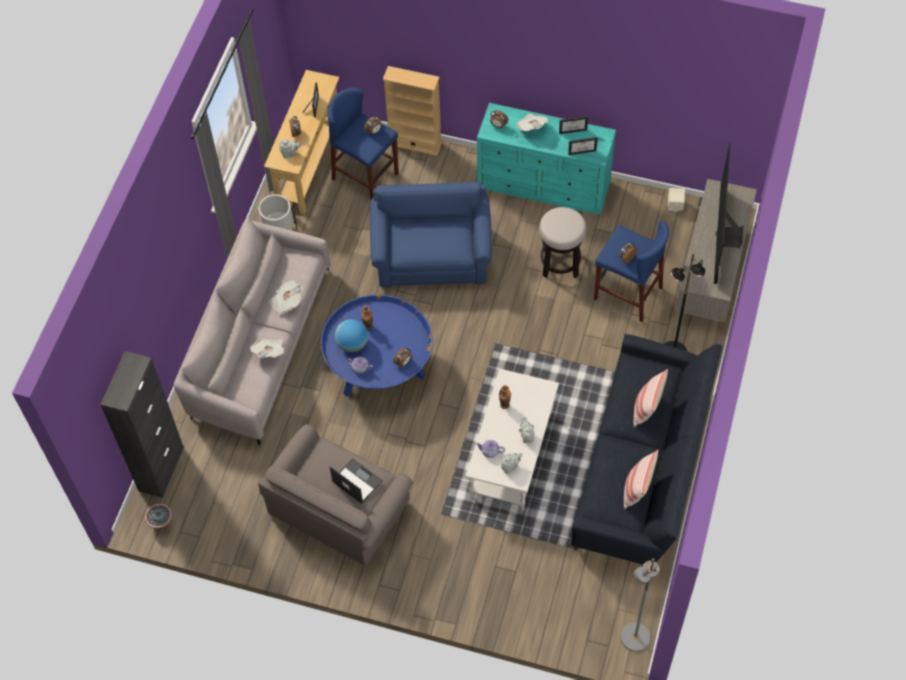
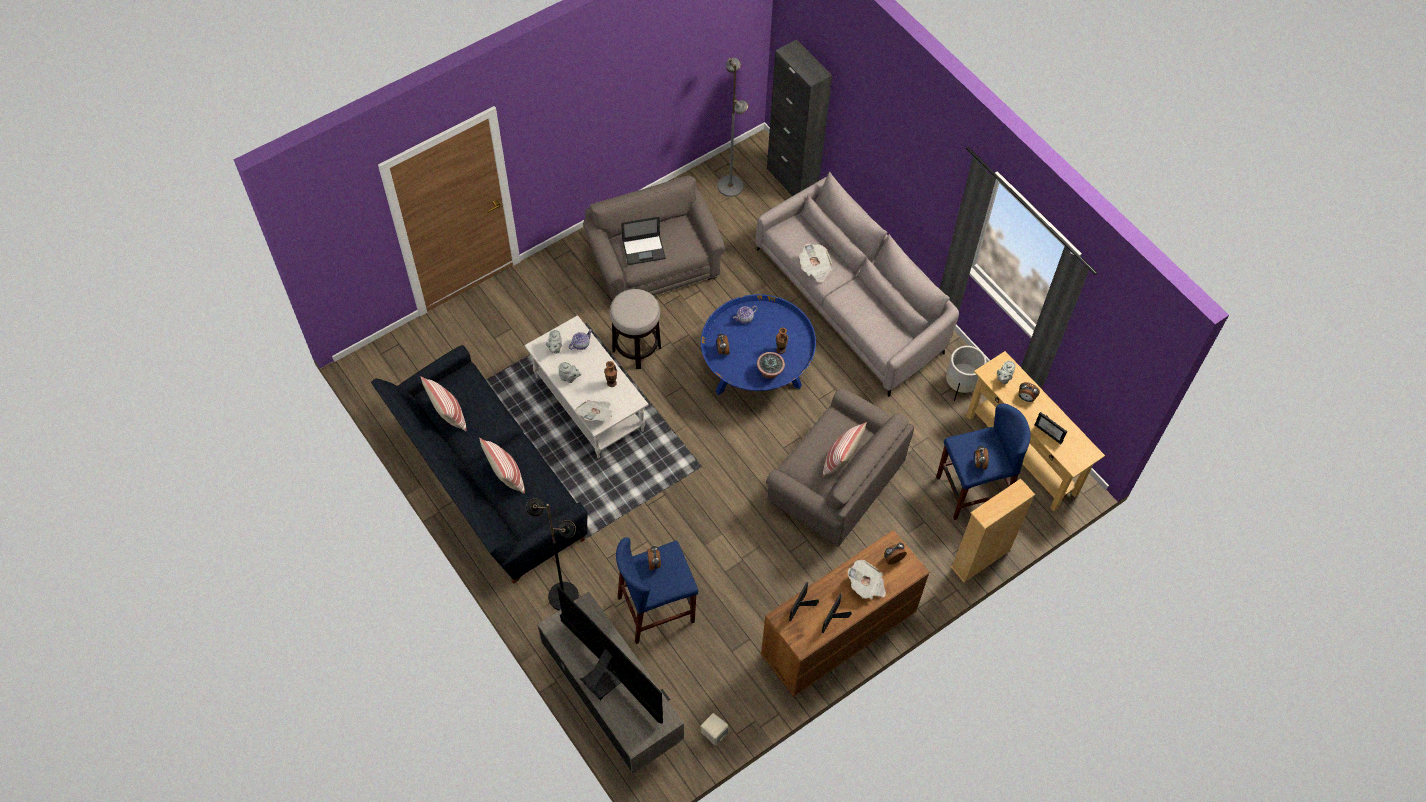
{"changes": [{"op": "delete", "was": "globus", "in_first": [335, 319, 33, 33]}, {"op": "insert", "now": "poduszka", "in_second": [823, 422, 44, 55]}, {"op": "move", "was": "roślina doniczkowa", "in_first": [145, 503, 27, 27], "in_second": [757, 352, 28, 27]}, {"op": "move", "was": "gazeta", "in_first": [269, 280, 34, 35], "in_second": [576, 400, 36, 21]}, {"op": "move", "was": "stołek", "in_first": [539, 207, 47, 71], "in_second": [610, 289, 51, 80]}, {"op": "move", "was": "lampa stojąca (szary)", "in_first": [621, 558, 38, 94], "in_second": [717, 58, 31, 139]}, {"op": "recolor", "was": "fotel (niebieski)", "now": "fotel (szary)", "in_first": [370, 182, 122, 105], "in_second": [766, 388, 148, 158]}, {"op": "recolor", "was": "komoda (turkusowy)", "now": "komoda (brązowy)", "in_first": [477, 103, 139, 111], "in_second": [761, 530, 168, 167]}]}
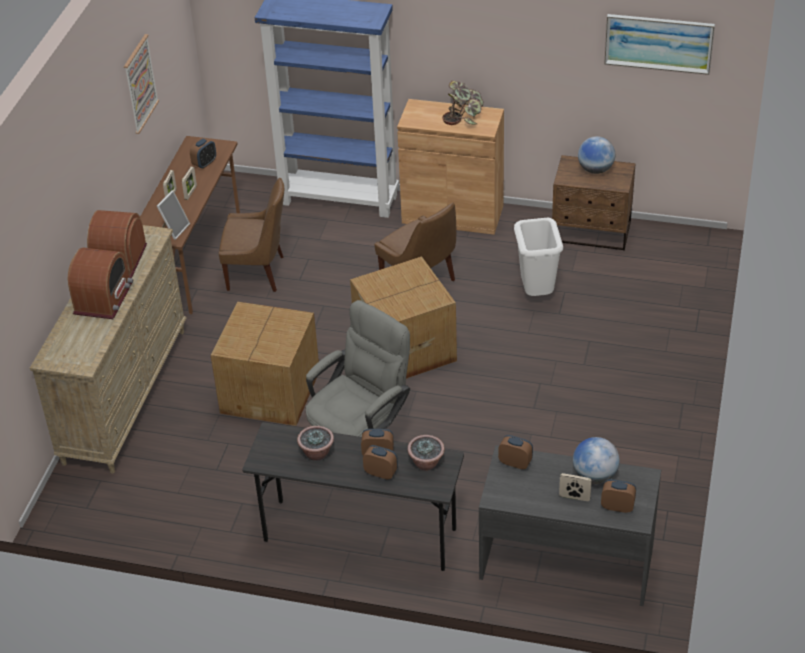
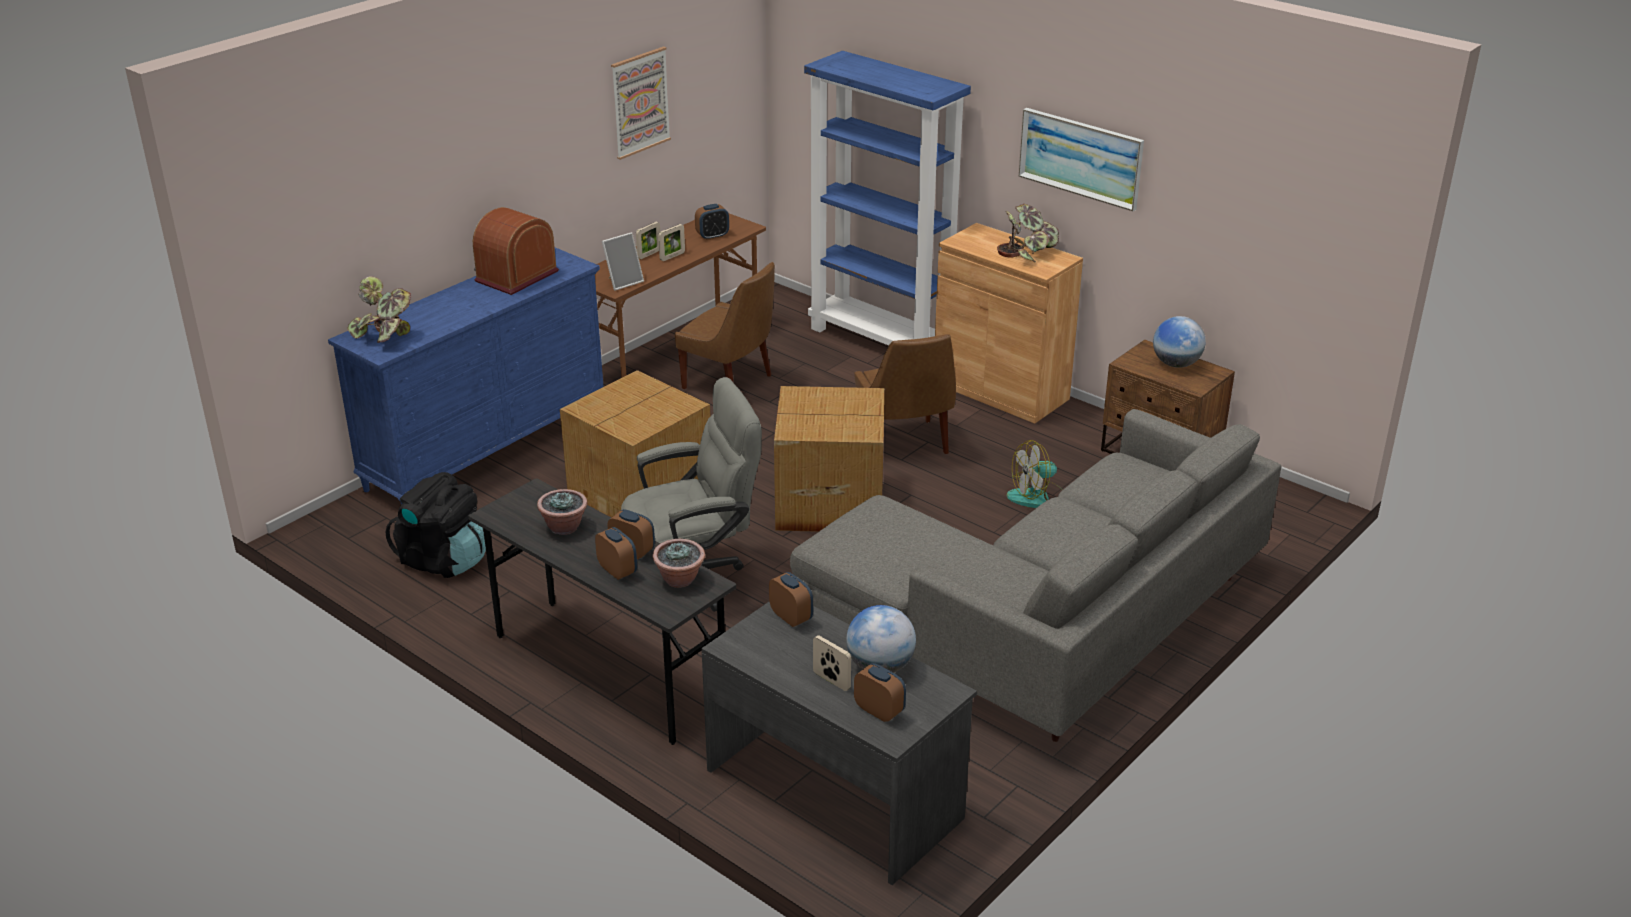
{"changes": [{"op": "delete", "was": "radio", "in_first": [68, 247, 65, 72]}, {"op": "insert", "now": "roślina doniczkowa", "in_second": [348, 276, 63, 67]}, {"op": "insert", "now": "plecak (czarny)", "in_second": [386, 472, 100, 106]}, {"op": "insert", "now": "kanapa (szary)", "in_second": [790, 409, 491, 333]}, {"op": "move", "was": "obraz", "in_first": [604, 14, 111, 61], "in_second": [1019, 108, 125, 103]}, {"op": "replace", "was": "kosz na śmieci (biały)", "now": "wentylator", "in_first": [514, 218, 49, 78], "in_second": [1007, 440, 56, 68]}, {"op": "recolor", "was": "komoda (beżowy)", "now": "komoda (niebieski)", "in_first": [30, 225, 157, 249], "in_second": [328, 248, 276, 257]}]}
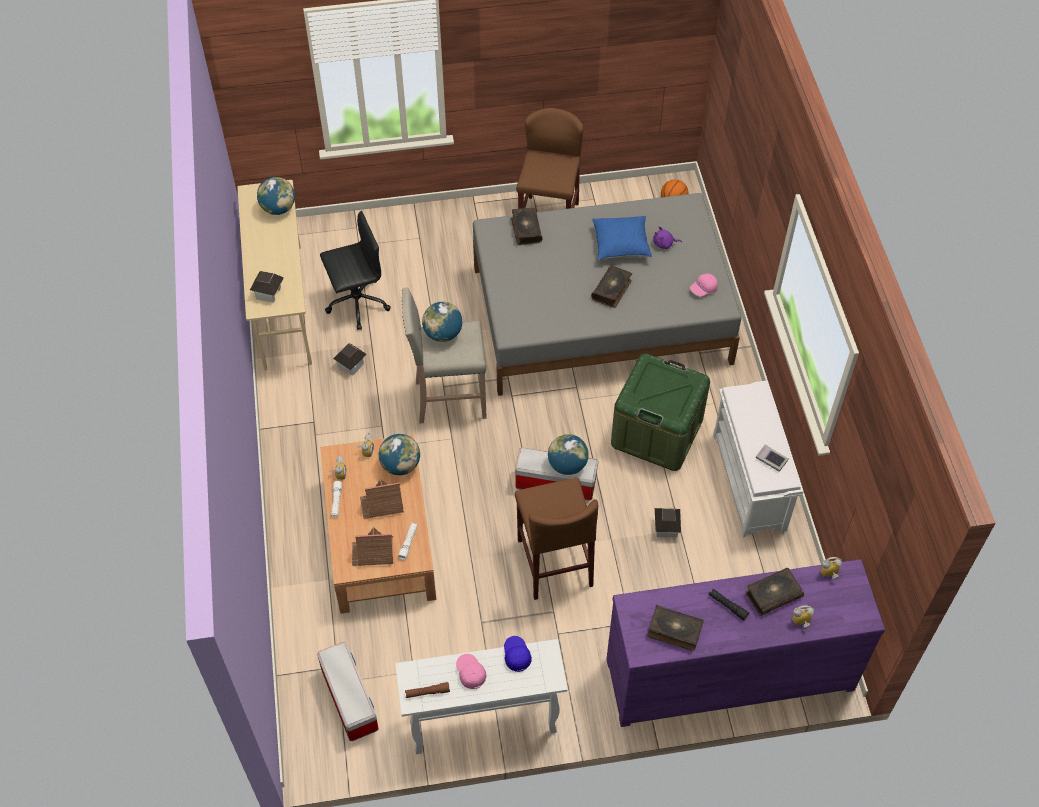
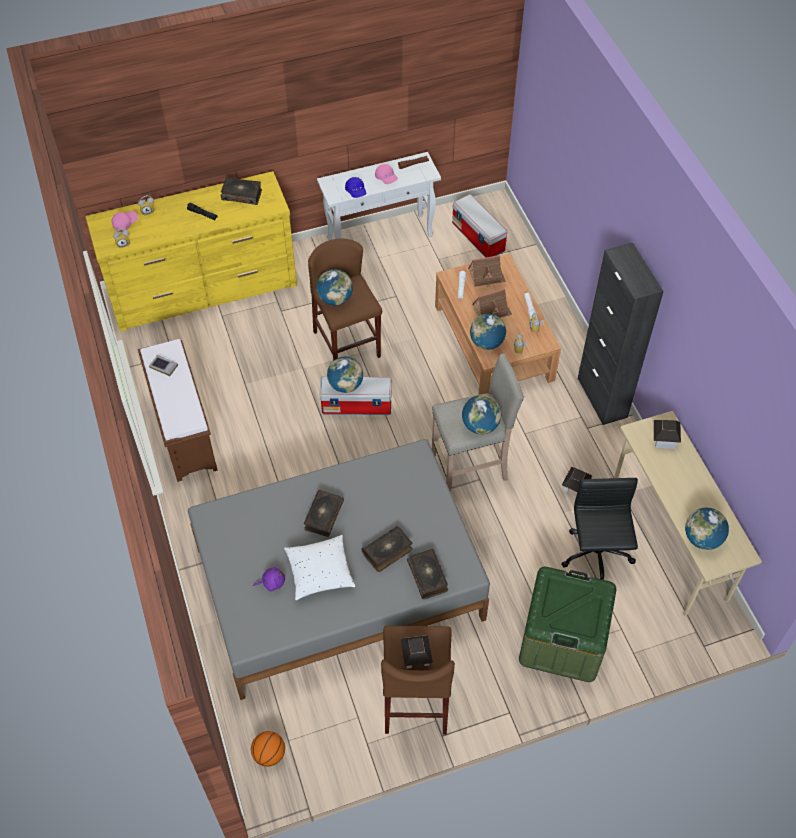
{"changes": [{"op": "insert", "now": "globus", "in_second": [317, 269, 36, 36]}, {"op": "insert", "now": "szafka (czarny)", "in_second": [577, 243, 87, 182]}, {"op": "move", "was": "pojemnik do przechowywania (zielony)", "in_first": [611, 353, 99, 118], "in_second": [519, 567, 98, 115]}, {"op": "move", "was": "domek", "in_first": [655, 508, 26, 29], "in_second": [400, 635, 33, 34]}, {"op": "move", "was": "czapka z daszkiem (różowy)", "in_first": [690, 273, 28, 24], "in_second": [112, 211, 26, 21]}, {"op": "move", "was": "książka", "in_first": [745, 568, 59, 48], "in_second": [362, 526, 51, 46]}, {"op": "recolor", "was": "poduszka (niebieski)", "now": "poduszka (biały)", "in_first": [592, 216, 60, 44], "in_second": [284, 535, 71, 65]}, {"op": "recolor", "was": "komoda (fioletowy)", "now": "komoda (żółty)", "in_first": [606, 559, 279, 168], "in_second": [85, 171, 212, 161]}, {"op": "recolor", "was": "ławka (biały)", "now": "ławka (brązowy)", "in_first": [713, 380, 91, 157], "in_second": [138, 339, 80, 143]}, {"op": "rotate", "was": "krzesło biurowe (czarny)", "in_first": [320, 211, 71, 119], "in_second": [561, 478, 77, 102], "clockwise": 120}]}
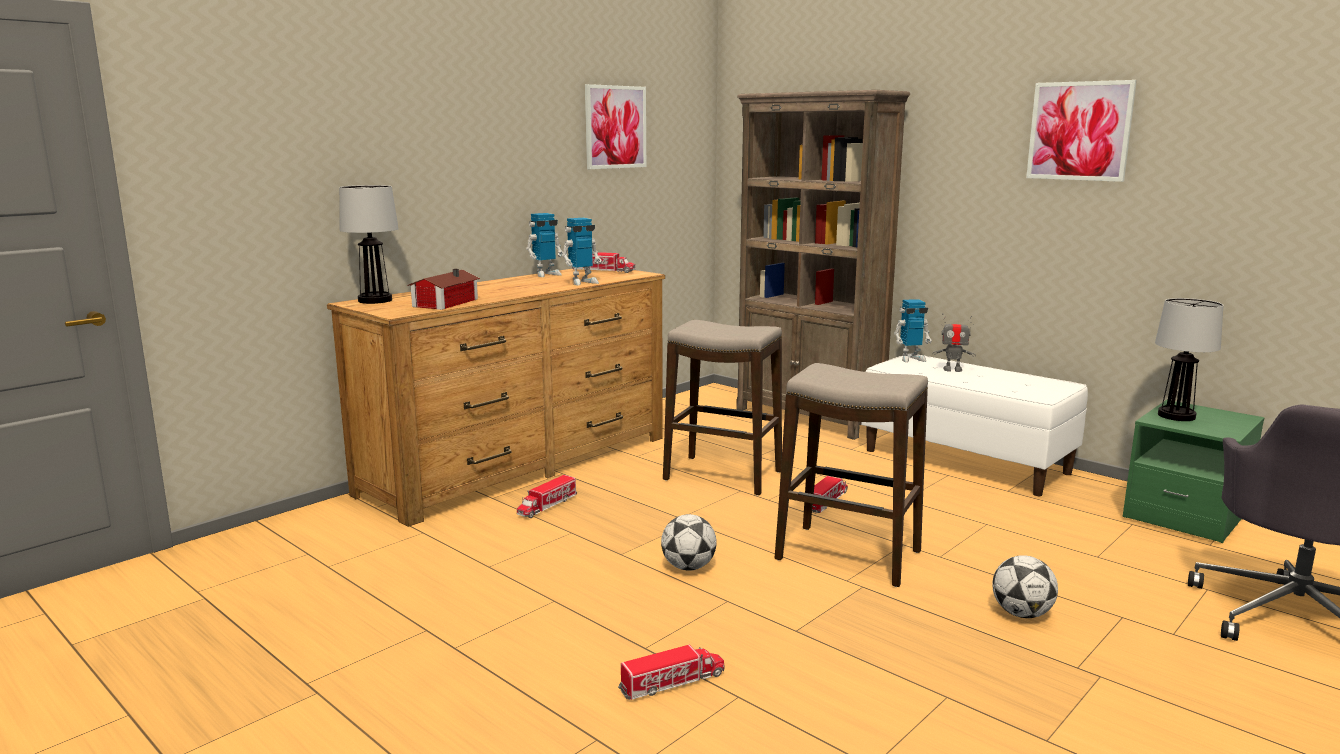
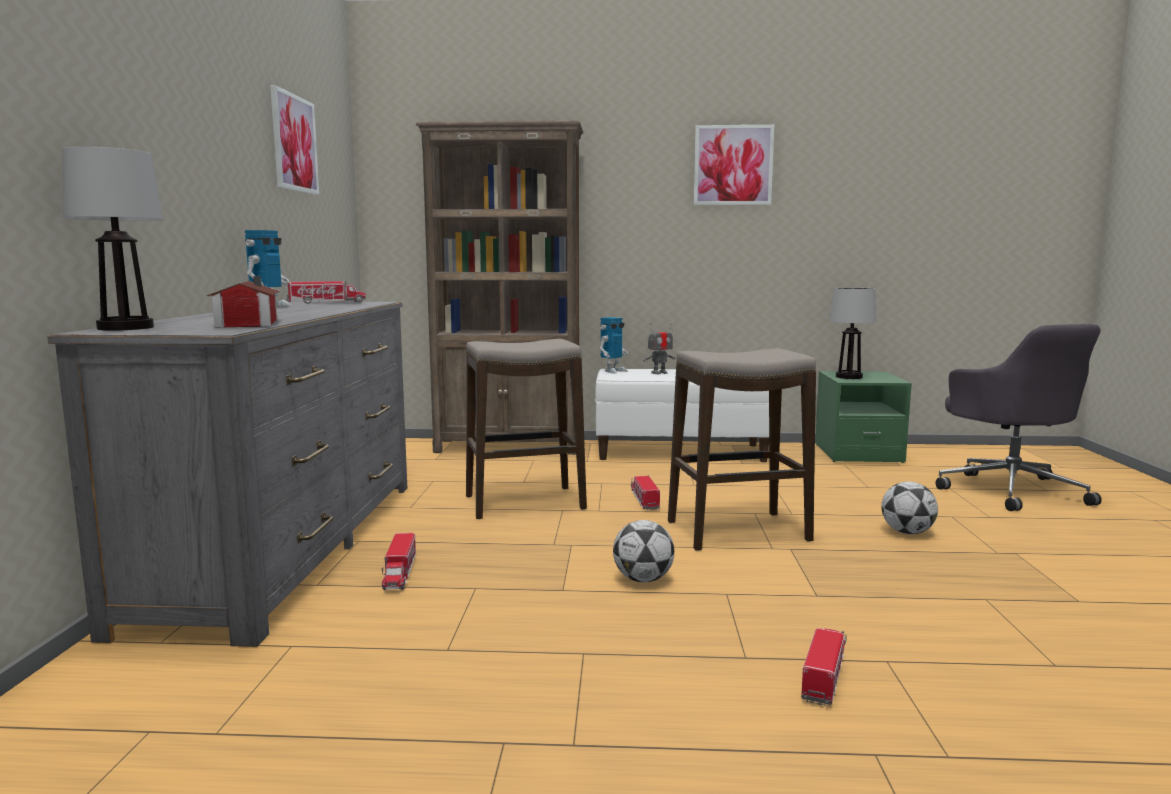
{"changes": [{"op": "delete", "was": "robot zabawkowy", "in_first": [562, 218, 40, 68]}, {"op": "recolor", "was": "komoda (brązowy)", "now": "komoda (szary)", "in_first": [327, 269, 338, 258], "in_second": [47, 301, 360, 346]}]}
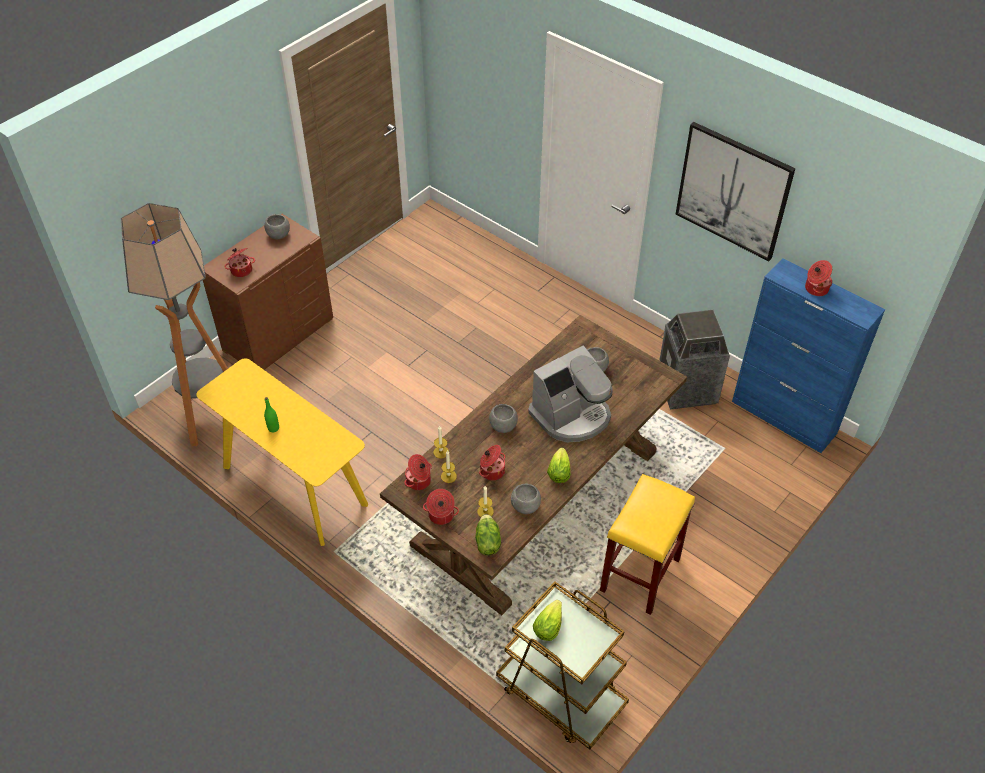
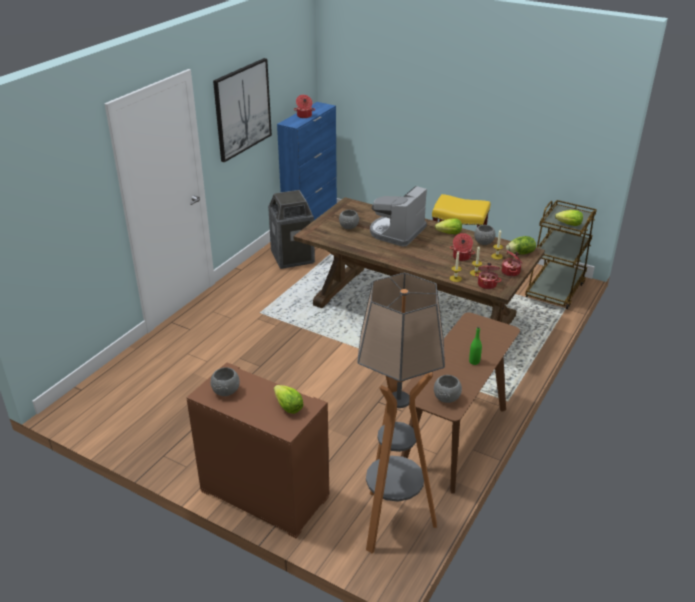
{"changes": [{"op": "move", "was": "miska (szary)", "in_first": [489, 404, 29, 29], "in_second": [434, 375, 28, 28]}, {"op": "replace", "was": "garnek", "now": "sałata", "in_first": [225, 248, 30, 29], "in_second": [274, 385, 30, 29]}, {"op": "recolor", "was": "stolik konsolowy (żółty)", "now": "stolik konsolowy (brązowy)", "in_first": [196, 358, 172, 188], "in_second": [401, 313, 119, 180]}, {"op": "rotate", "was": "ekspres do kawy", "in_first": [528, 345, 85, 97], "in_second": [370, 185, 57, 62], "clockwise": -105}]}
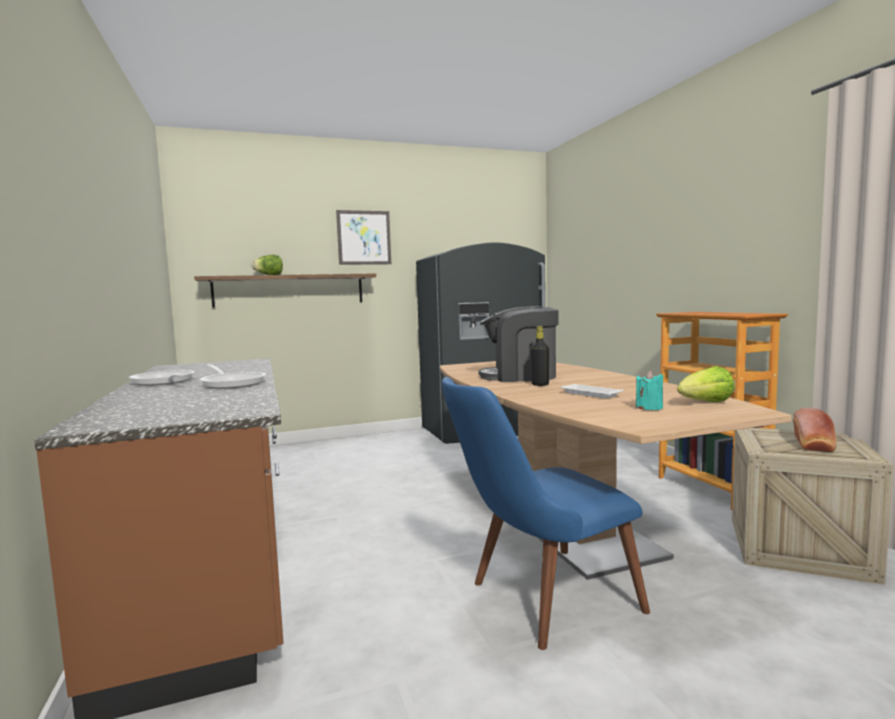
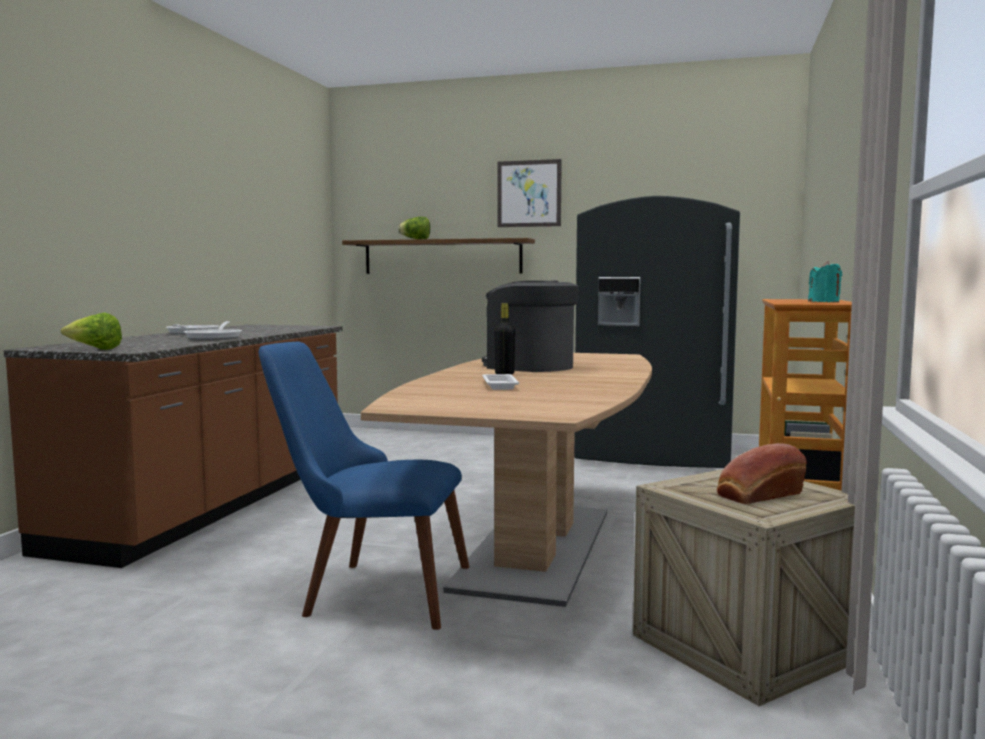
{"changes": [{"op": "move", "was": "świeca (turkusowy)", "in_first": [636, 371, 28, 39], "in_second": [808, 261, 34, 41]}, {"op": "move", "was": "sałata", "in_first": [677, 366, 58, 36], "in_second": [61, 313, 61, 37]}]}
